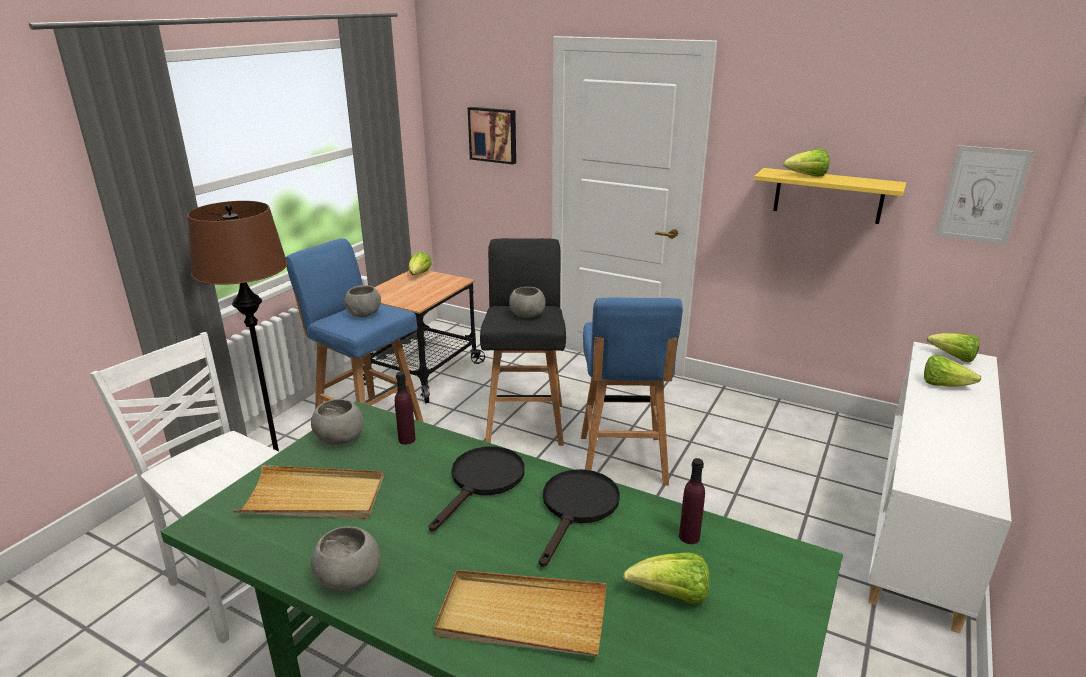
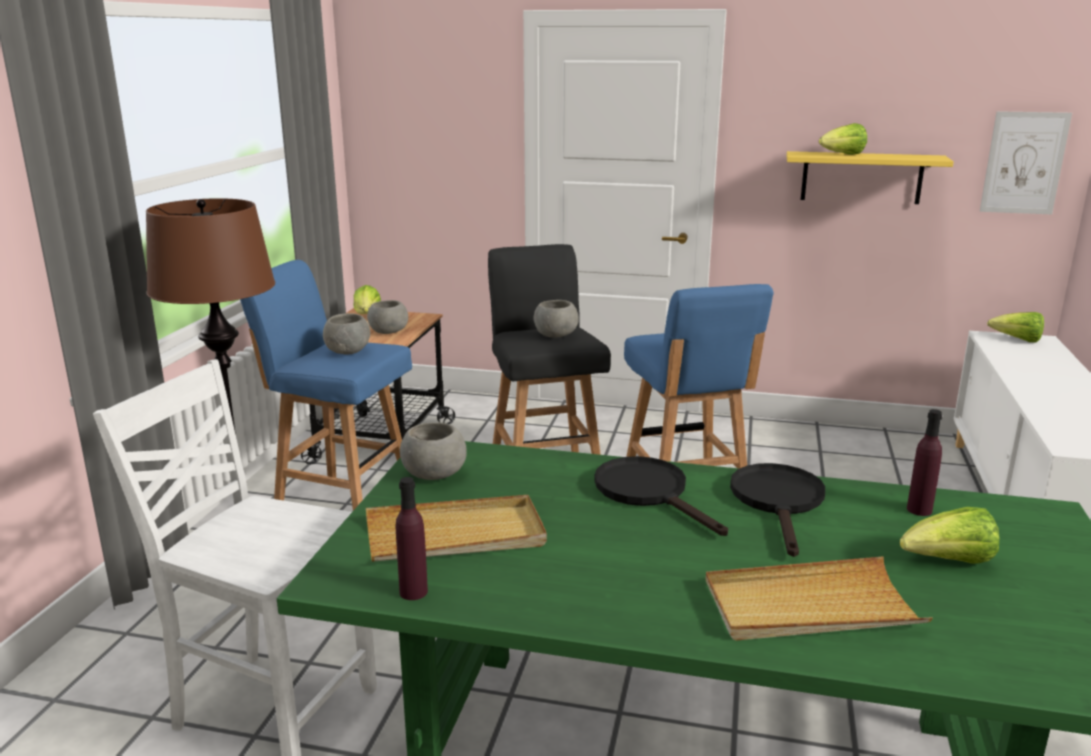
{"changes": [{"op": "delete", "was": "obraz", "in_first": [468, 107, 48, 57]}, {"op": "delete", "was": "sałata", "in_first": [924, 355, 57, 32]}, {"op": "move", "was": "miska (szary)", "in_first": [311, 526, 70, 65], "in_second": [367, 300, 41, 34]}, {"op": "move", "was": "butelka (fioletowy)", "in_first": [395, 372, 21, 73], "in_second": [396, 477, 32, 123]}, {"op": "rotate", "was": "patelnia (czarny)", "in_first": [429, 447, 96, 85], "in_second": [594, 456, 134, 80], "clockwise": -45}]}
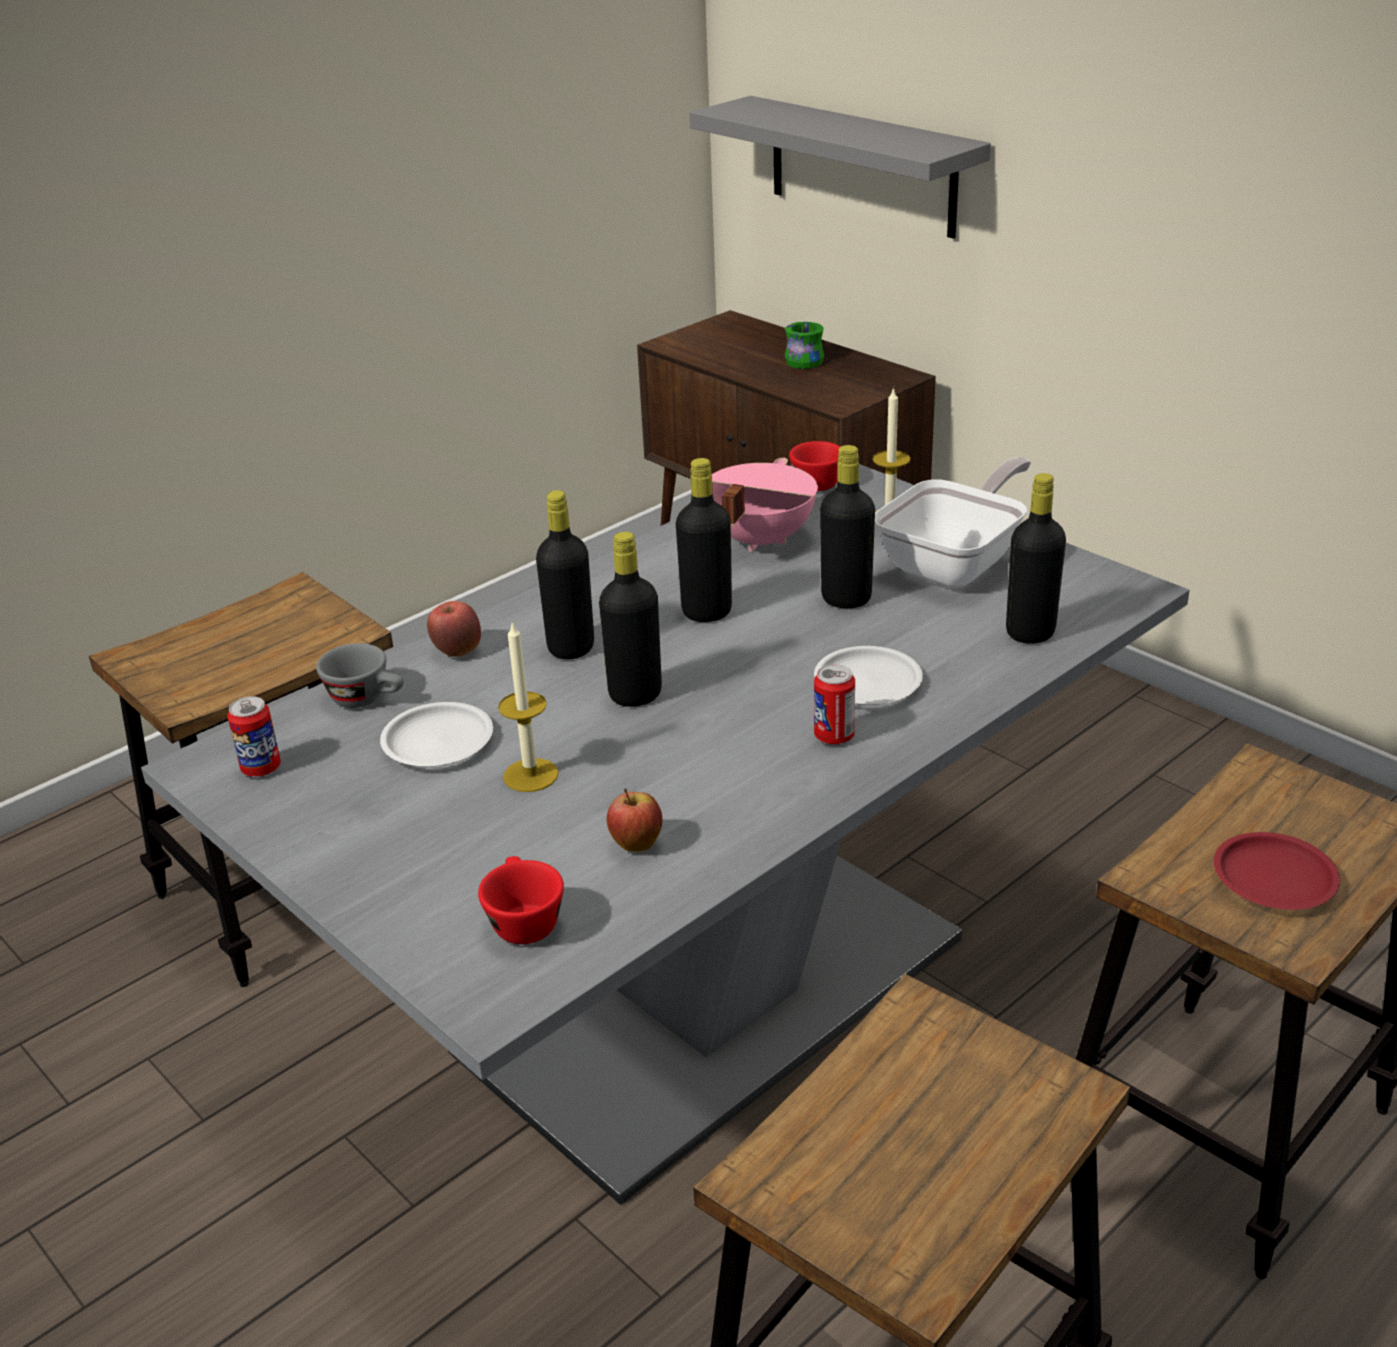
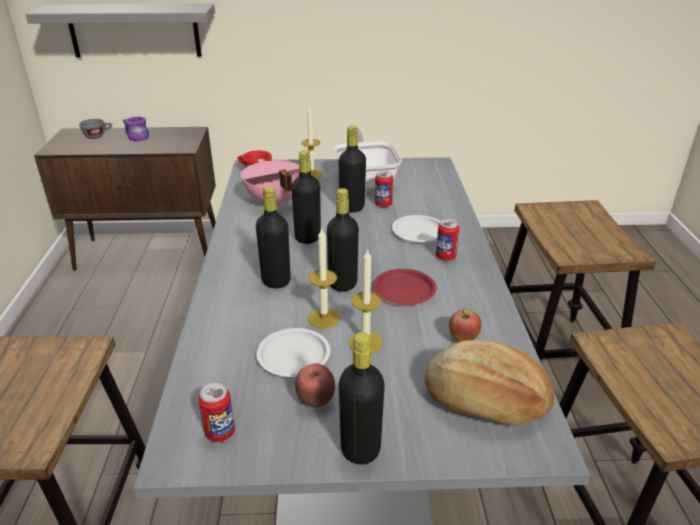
{"changes": [{"op": "insert", "now": "świeca", "in_second": [308, 227, 32, 102]}, {"op": "insert", "now": "puszka", "in_second": [375, 171, 18, 36]}, {"op": "move", "was": "filiżanka (szary)", "in_first": [316, 643, 88, 65], "in_second": [79, 119, 33, 20]}, {"op": "move", "was": "jabłko", "in_first": [427, 601, 54, 56], "in_second": [295, 363, 40, 44]}, {"op": "move", "was": "butelka (czarny)", "in_first": [1006, 473, 60, 171], "in_second": [339, 332, 46, 133]}, {"op": "move", "was": "talerz (czerwony)", "in_first": [1214, 832, 126, 78], "in_second": [373, 269, 64, 36]}, {"op": "replace", "was": "filiżanka (czerwony)", "now": "chleb", "in_first": [478, 856, 86, 88], "in_second": [425, 340, 129, 85]}, {"op": "recolor", "was": "kubek (zielony)", "now": "kubek (fioletowy)", "in_first": [785, 322, 39, 47], "in_second": [123, 117, 26, 24]}]}
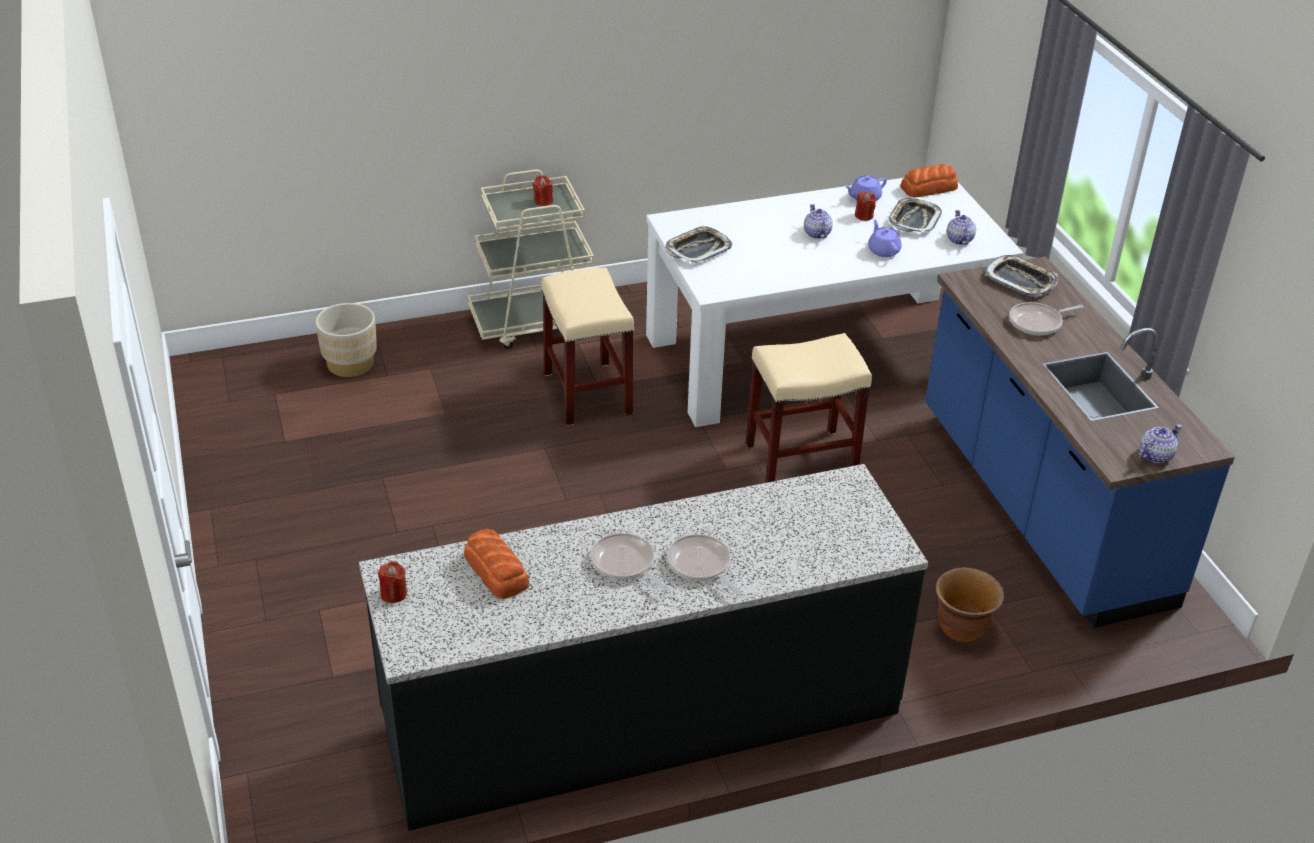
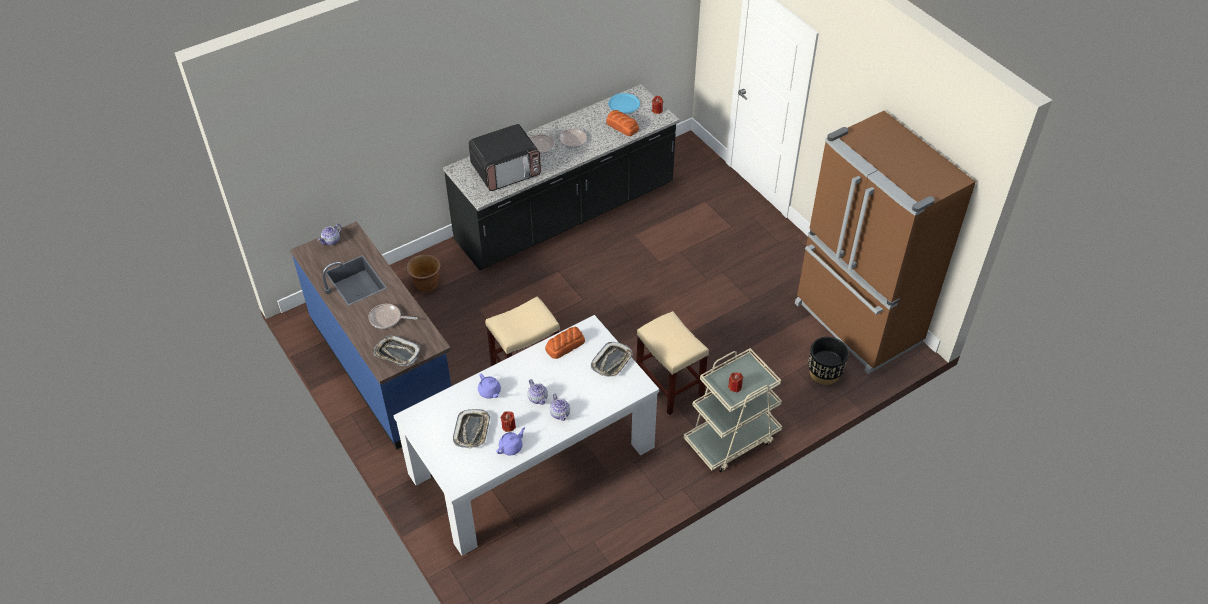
{"changes": [{"op": "insert", "now": "mikrofalówka", "in_second": [468, 124, 73, 67]}, {"op": "insert", "now": "talerz (niebieski)", "in_second": [608, 93, 32, 21]}, {"op": "insert", "now": "lodówka (brązowy)", "in_second": [795, 111, 181, 263]}, {"op": "move", "was": "chleb", "in_first": [900, 164, 58, 34], "in_second": [545, 327, 40, 32]}, {"op": "move", "was": "imbryk", "in_first": [947, 210, 29, 35], "in_second": [550, 394, 20, 27]}, {"op": "recolor", "was": "donica (beżowy)", "now": "donica (czarny)", "in_first": [315, 303, 62, 74], "in_second": [808, 337, 41, 48]}, {"op": "rotate", "was": "patelnia", "in_first": [1009, 302, 75, 33], "in_second": [369, 304, 49, 25], "clockwise": -135}]}
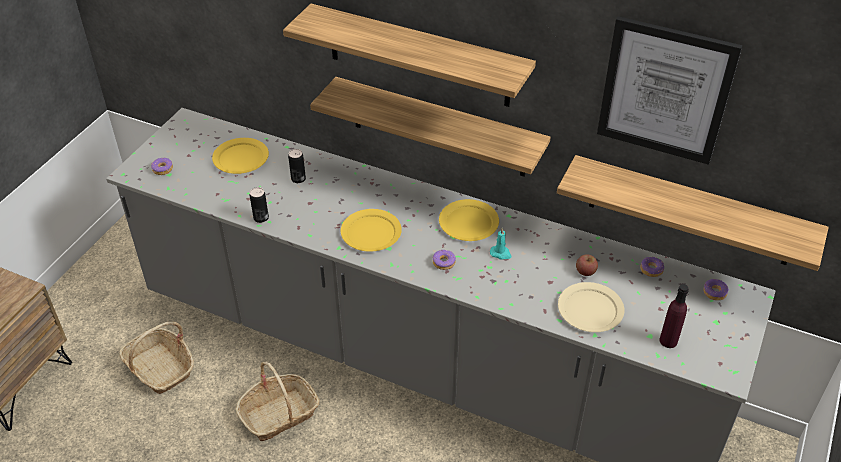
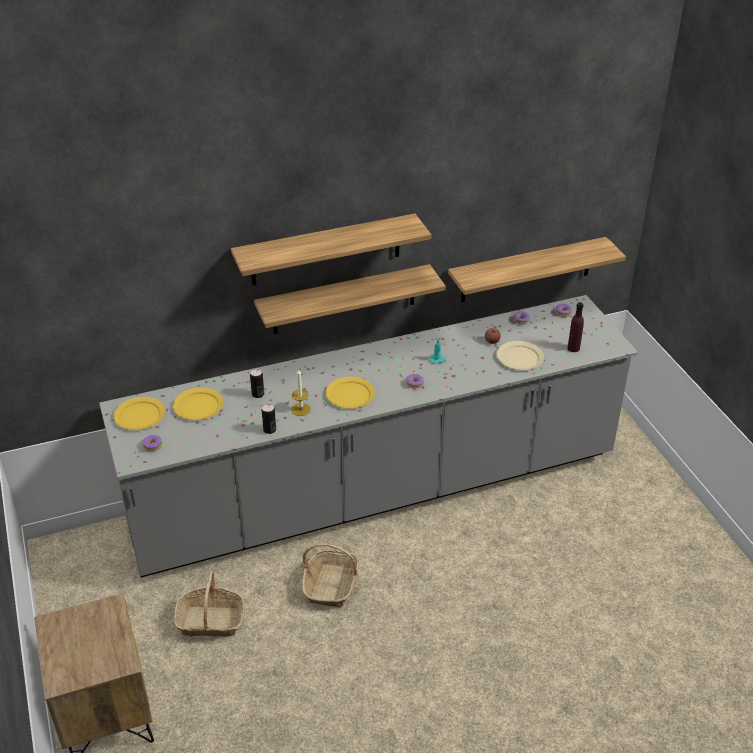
{"changes": [{"op": "delete", "was": "obraz", "in_first": [597, 16, 145, 149]}, {"op": "insert", "now": "świeca", "in_second": [291, 369, 20, 47]}, {"op": "move", "was": "talerz (żółty)", "in_first": [439, 199, 60, 42], "in_second": [114, 397, 51, 33]}]}
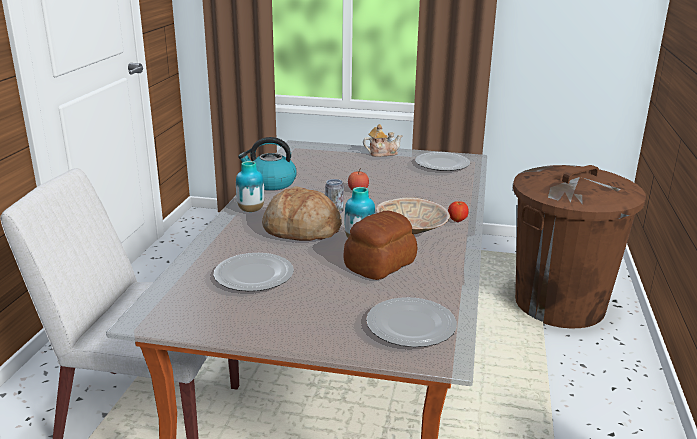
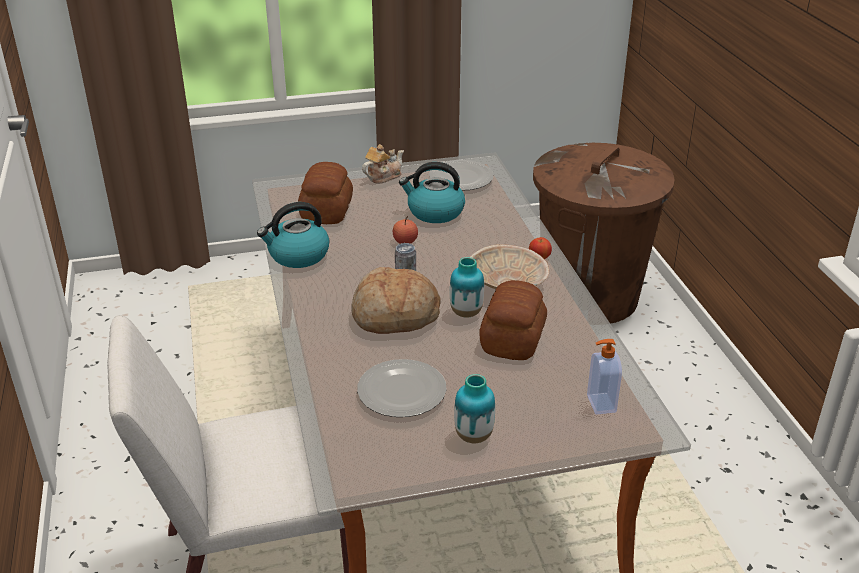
{"changes": [{"op": "insert", "now": "chleb", "in_second": [298, 162, 55, 62]}, {"op": "insert", "now": "czajnik", "in_second": [399, 162, 66, 61]}, {"op": "move", "was": "wazon", "in_first": [236, 161, 28, 51], "in_second": [454, 374, 41, 69]}, {"op": "replace", "was": "talerz", "now": "dozownik mydła", "in_first": [366, 297, 91, 50], "in_second": [587, 339, 35, 76]}]}
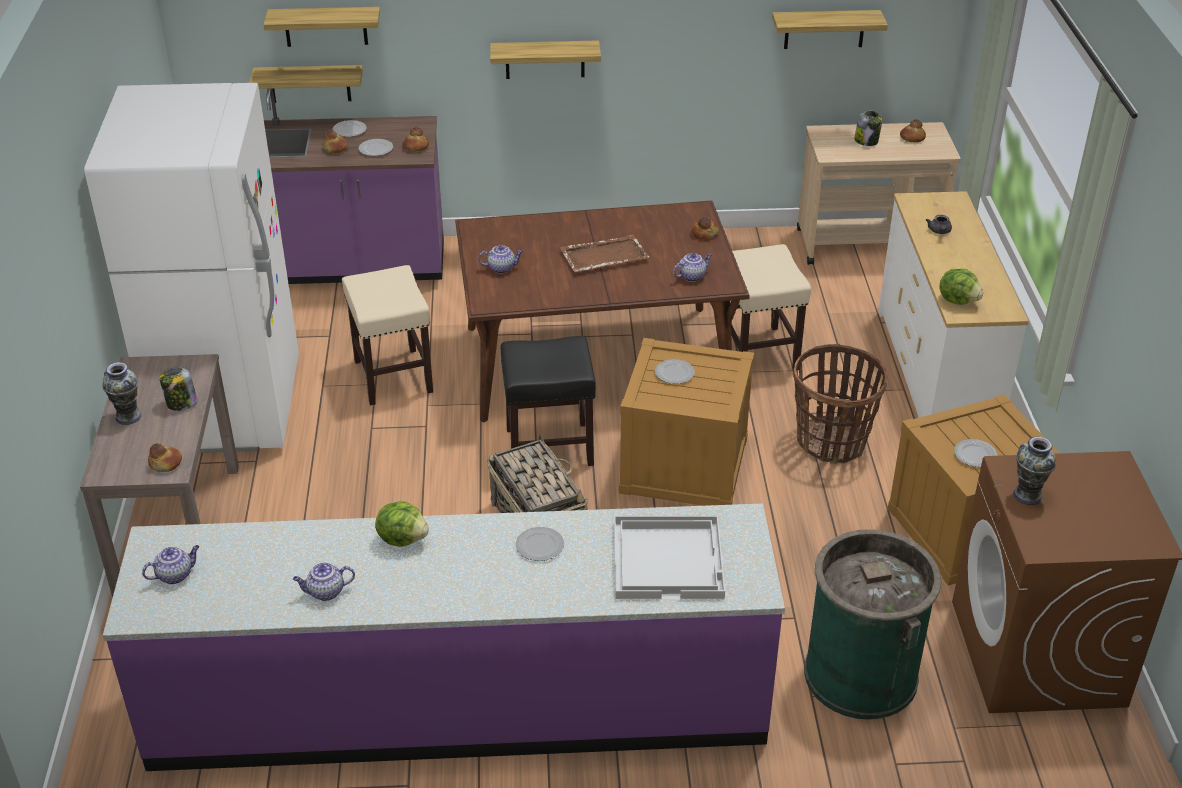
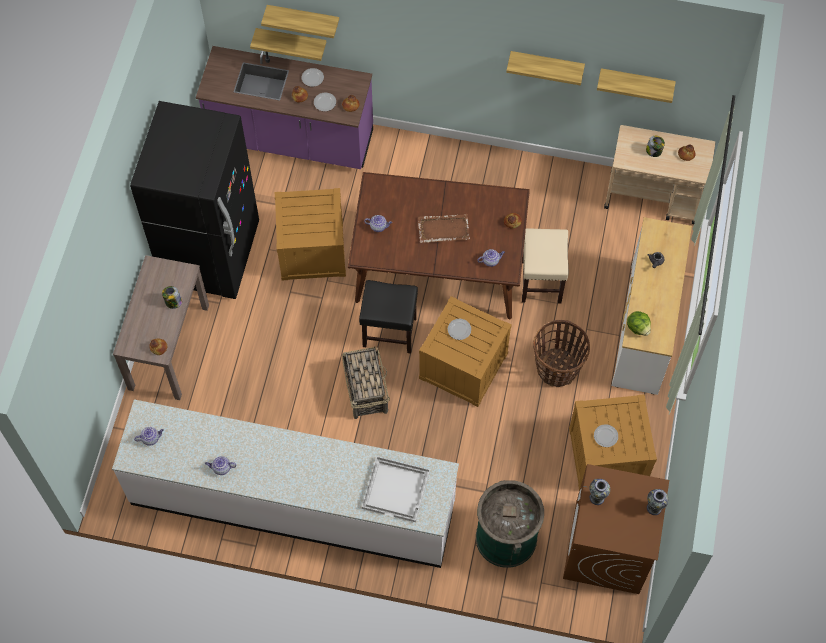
{"changes": [{"op": "delete", "was": "sałata", "in_first": [375, 501, 54, 46]}, {"op": "delete", "was": "talerz", "in_first": [516, 527, 48, 34]}, {"op": "move", "was": "wazon", "in_first": [102, 362, 39, 63], "in_second": [647, 489, 21, 26]}, {"op": "move", "was": "półka", "in_first": [490, 40, 111, 39], "in_second": [506, 51, 79, 35]}, {"op": "replace", "was": "stołek (beżowy)", "now": "skrzynka", "in_first": [342, 265, 91, 140], "in_second": [275, 188, 71, 93]}, {"op": "recolor", "was": "lodówka (biały)", "now": "lodówka (czarny)", "in_first": [84, 83, 215, 370], "in_second": [130, 101, 129, 198]}, {"op": "recolor", "was": "zabudowa kuchenna (fioletowy)", "now": "zabudowa kuchenna (biały)", "in_first": [103, 504, 682, 267], "in_second": [112, 399, 347, 169]}]}
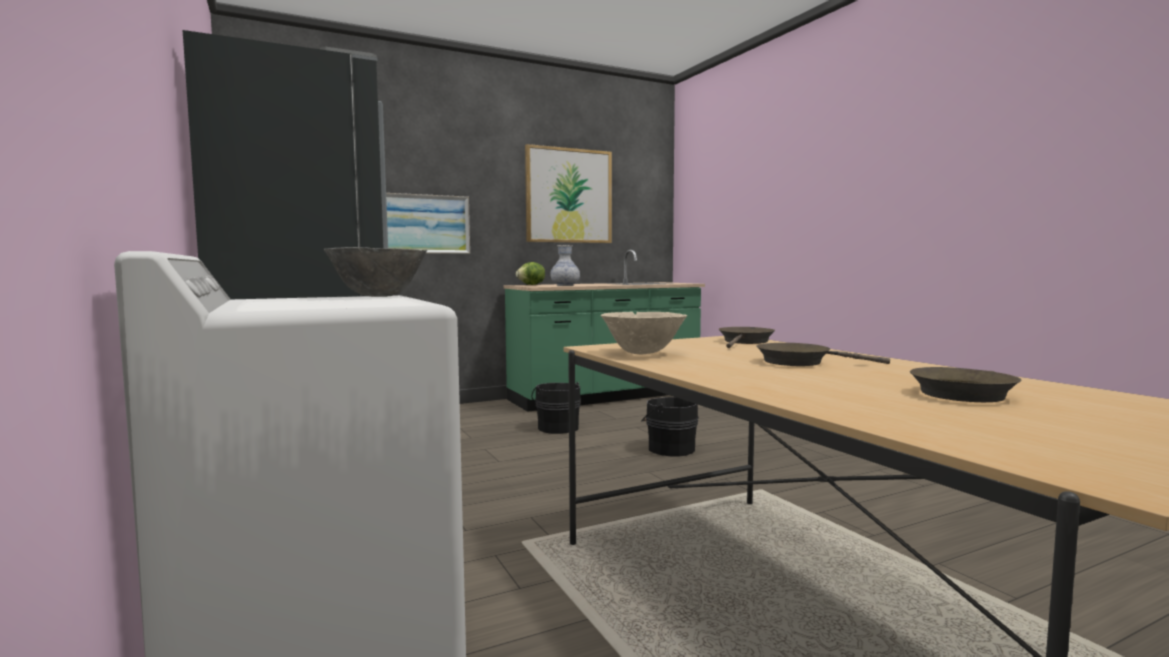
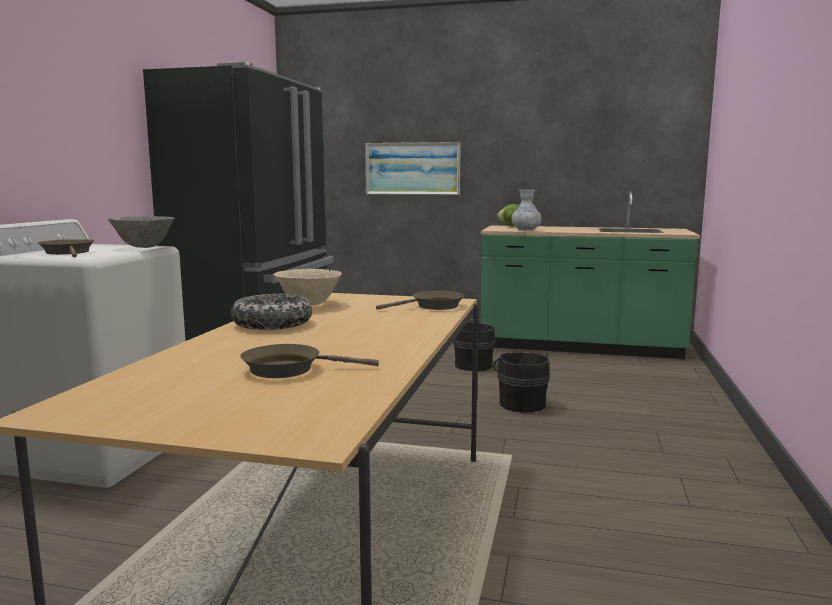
{"changes": [{"op": "delete", "was": "obraz", "in_first": [525, 144, 87, 99]}, {"op": "insert", "now": "miska", "in_second": [231, 294, 81, 36]}, {"op": "move", "was": "patelnia (brązowy)", "in_first": [756, 343, 134, 23], "in_second": [38, 239, 56, 19]}]}
